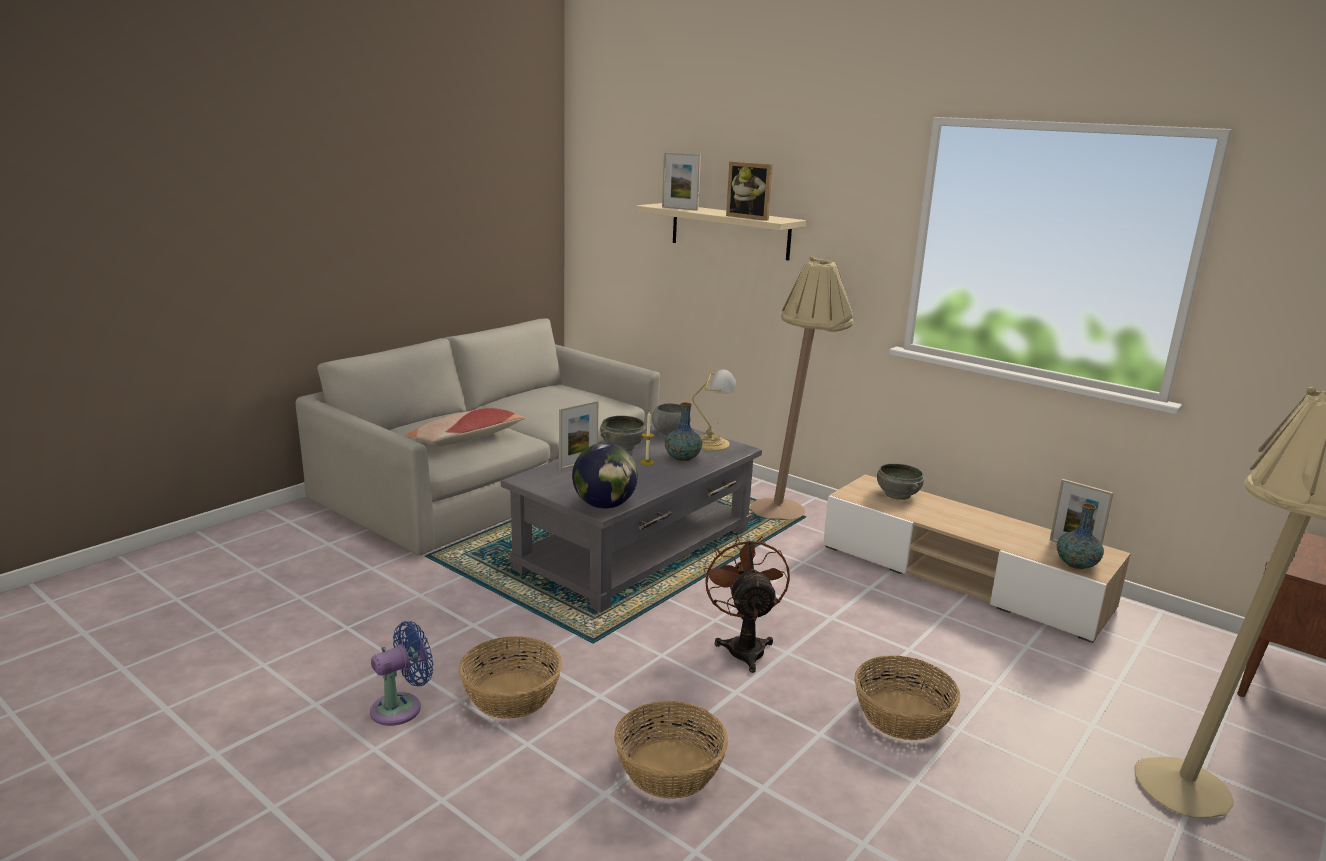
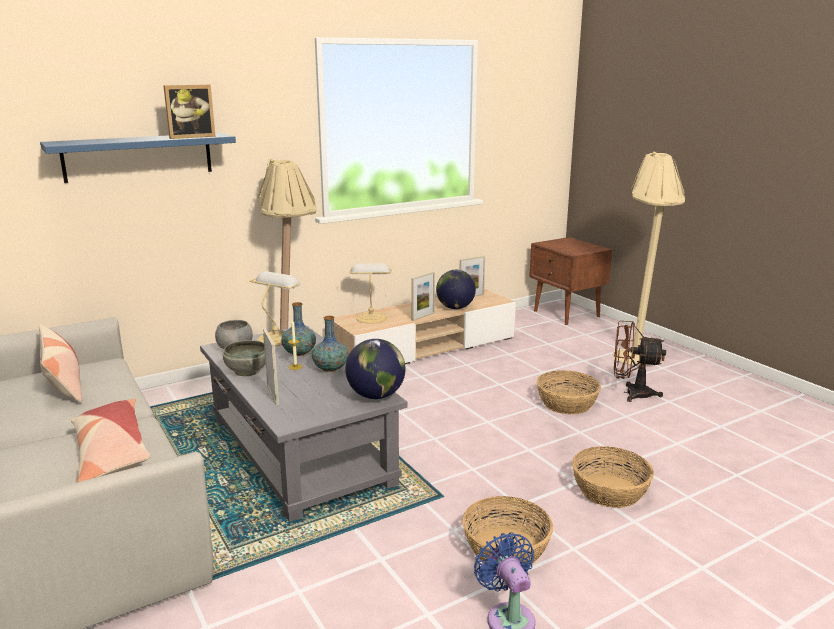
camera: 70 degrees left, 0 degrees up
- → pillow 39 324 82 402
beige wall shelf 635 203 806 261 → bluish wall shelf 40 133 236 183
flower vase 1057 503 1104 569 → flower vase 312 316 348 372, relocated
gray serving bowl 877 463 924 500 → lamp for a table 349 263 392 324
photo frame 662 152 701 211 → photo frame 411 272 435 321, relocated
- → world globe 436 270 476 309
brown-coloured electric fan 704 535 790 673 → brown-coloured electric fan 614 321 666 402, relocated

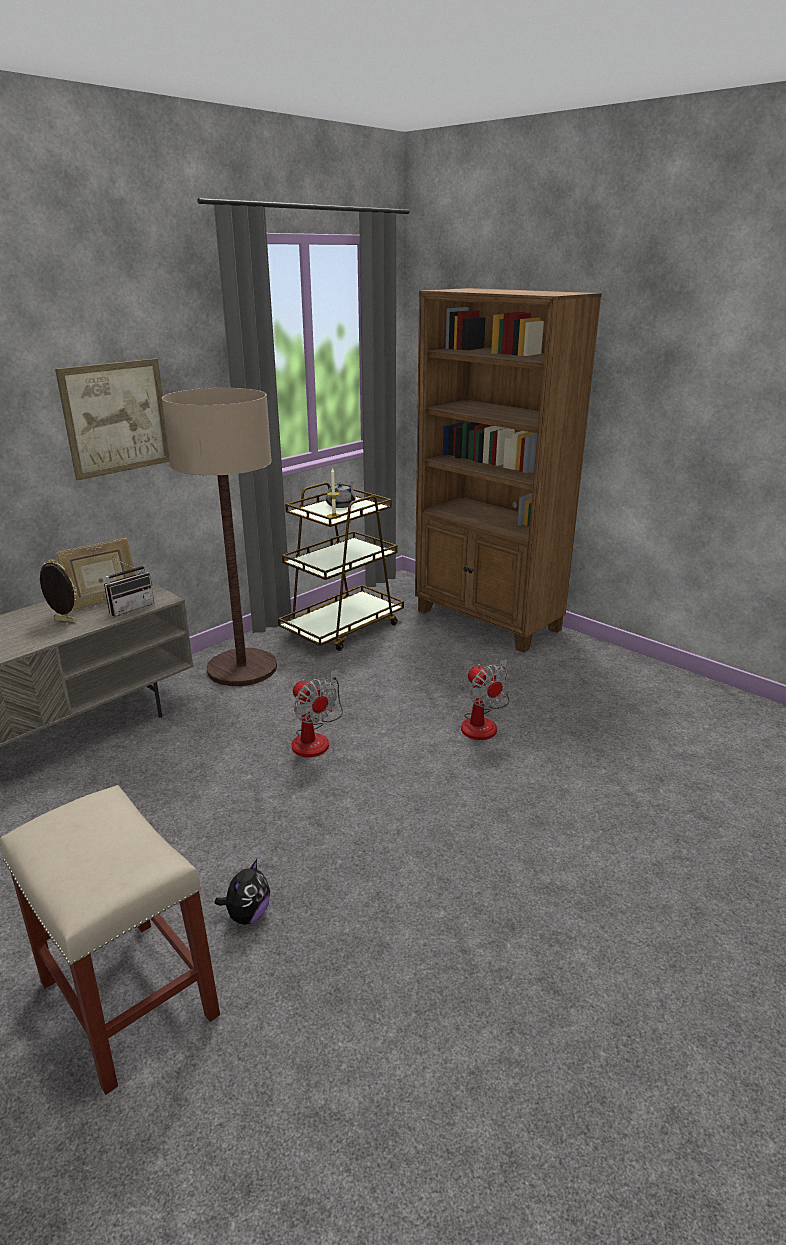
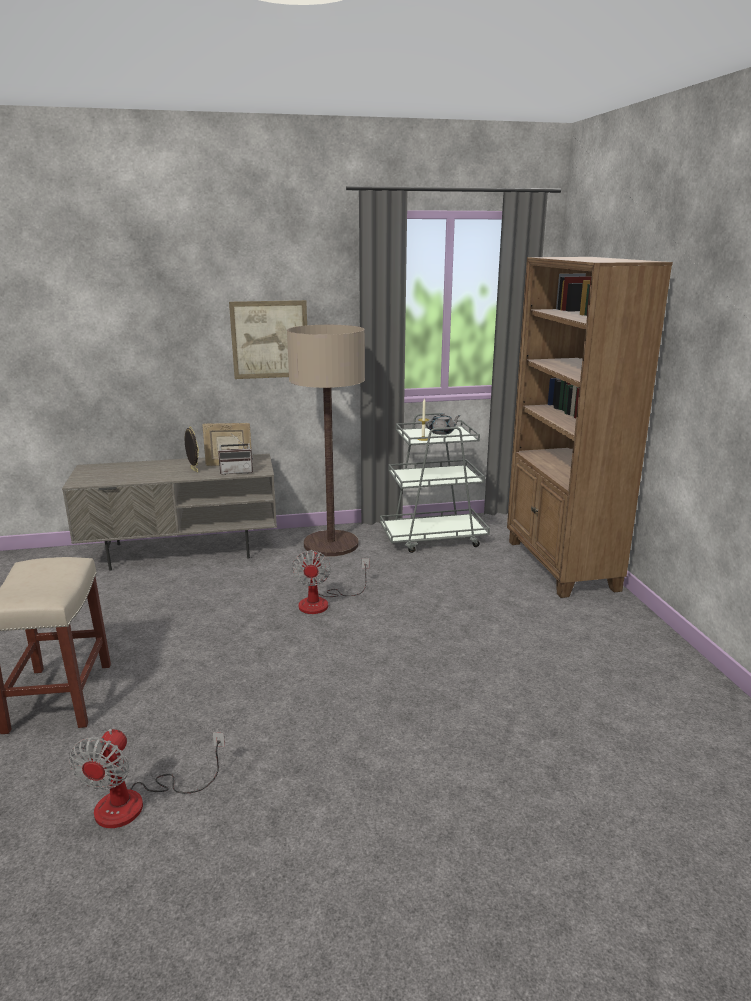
camera: 35 degrees right, 5 degrees down
electric fan 461 659 511 740 → electric fan 69 729 225 828, relocated
brown-coloured wheeled cart 278 482 404 651 → gray wheeled cart 380 413 490 553
soft toy 214 859 270 925 → -

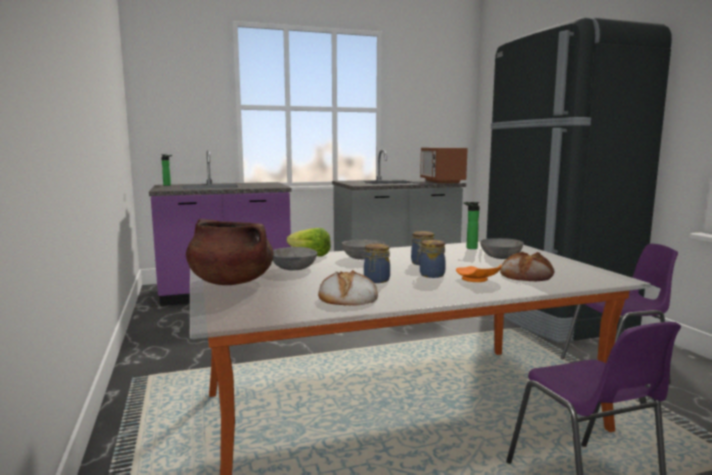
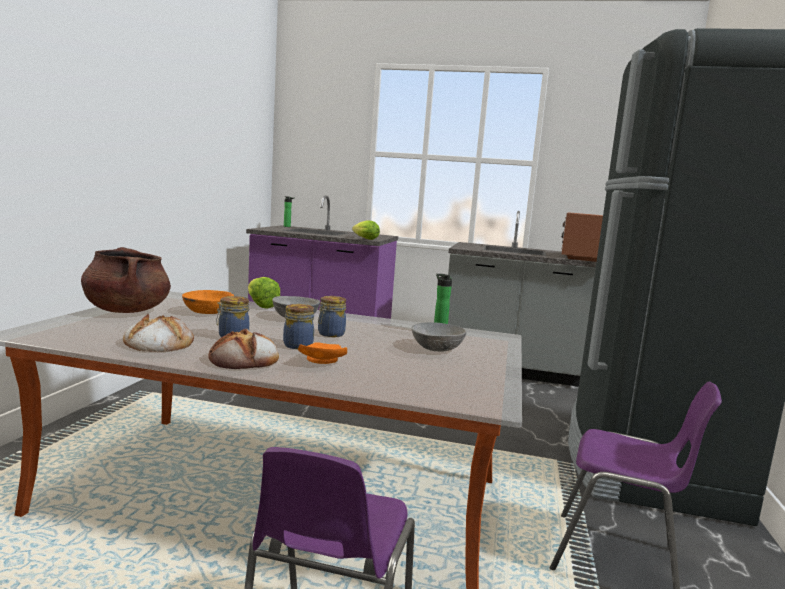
camera: 30 degrees right, 0 degrees up
gray serving bowl 272 247 318 270 → orange-coloured serving bowl 182 290 234 314
baked bread 500 252 554 281 → baked bread 208 328 279 369, relocated
- → lettuce head 352 220 380 240

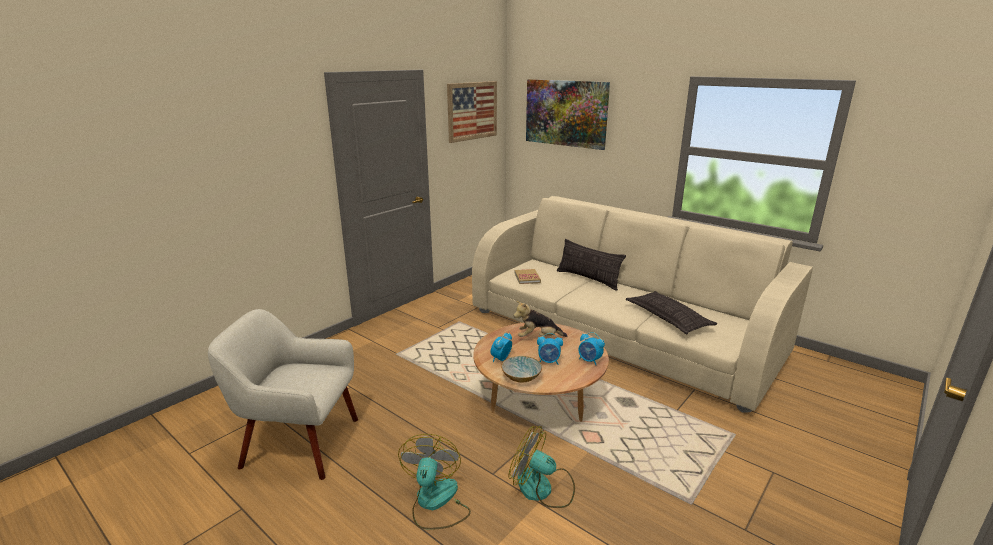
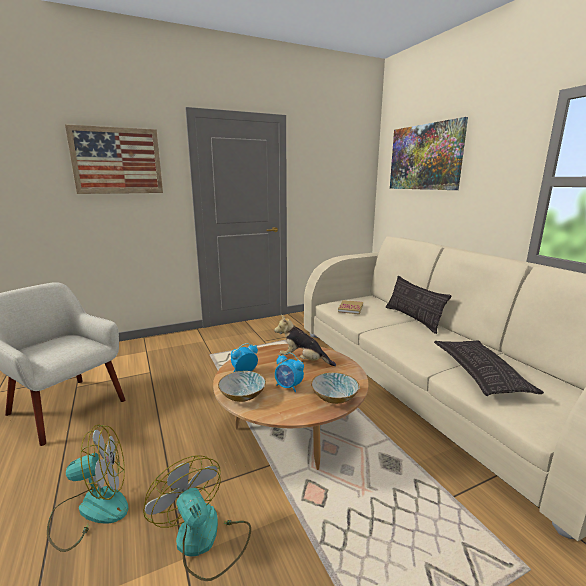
camera: 25 degrees right, 5 degrees down
electric fan 398 434 471 530 → electric fan 47 424 129 552, 45 degrees clockwise
wall art 447 81 497 143 → wall art 65 124 163 194, relocated
alarm clock 579 332 605 365 → serving bowl 311 372 360 404

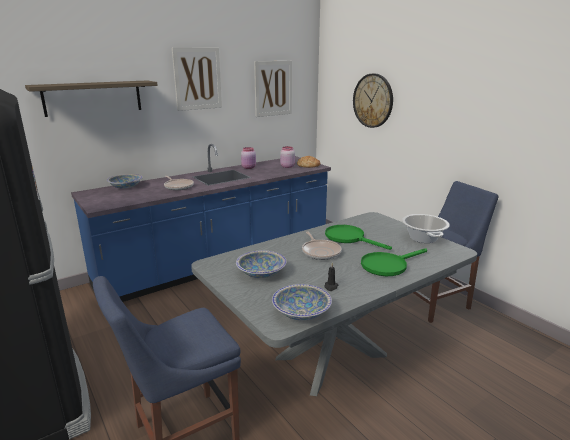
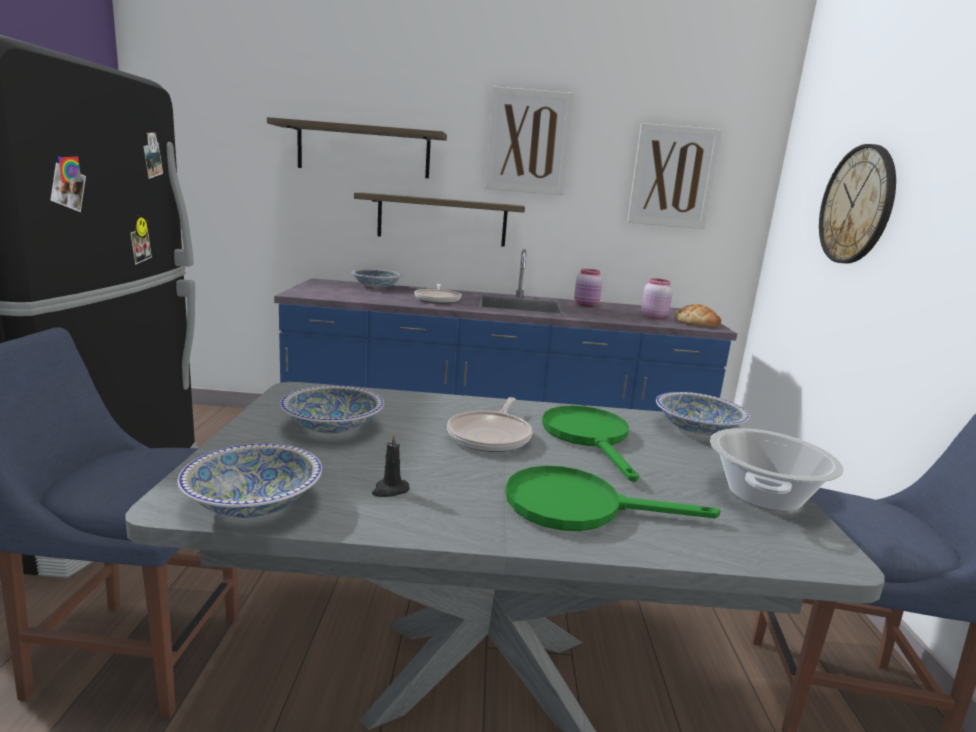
camera: 35 degrees right, 5 degrees down
- → wall shelf 354 193 525 247
- → serving bowl 656 392 750 435

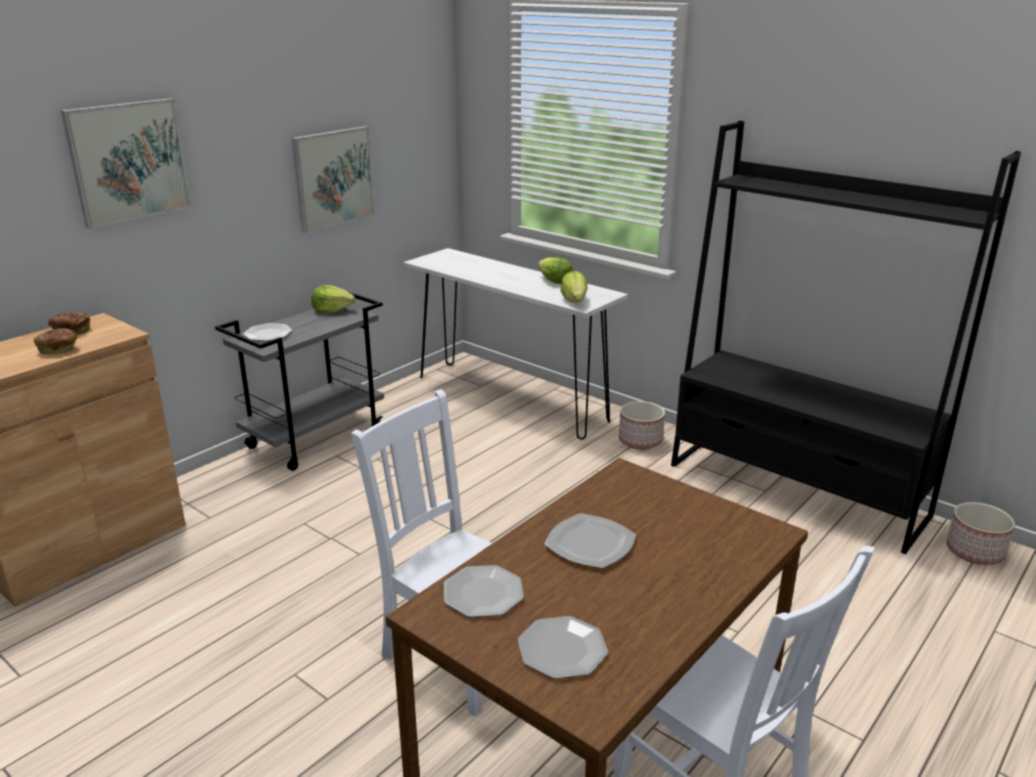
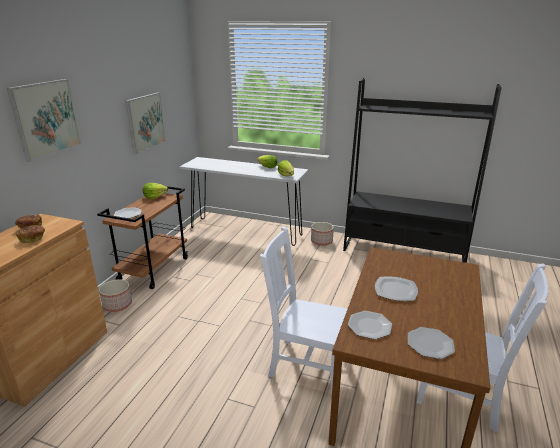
camera: 20 degrees left, 0 degrees up
gray wheeled cart 215 291 384 471 → brown-coloured wheeled cart 97 186 188 289
flower pot 946 502 1015 565 → flower pot 99 279 132 312, relocated

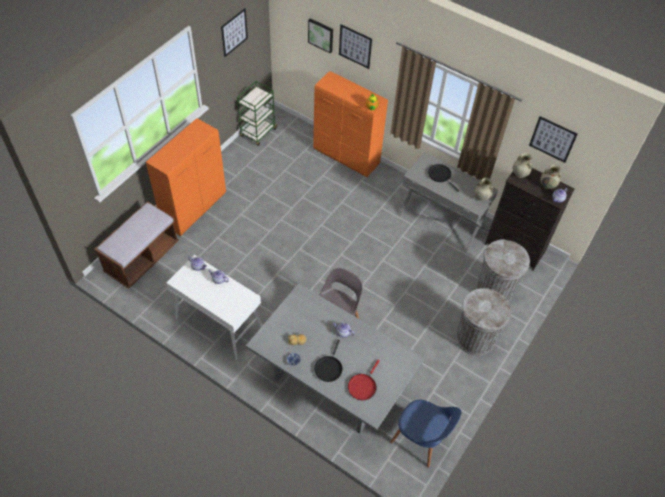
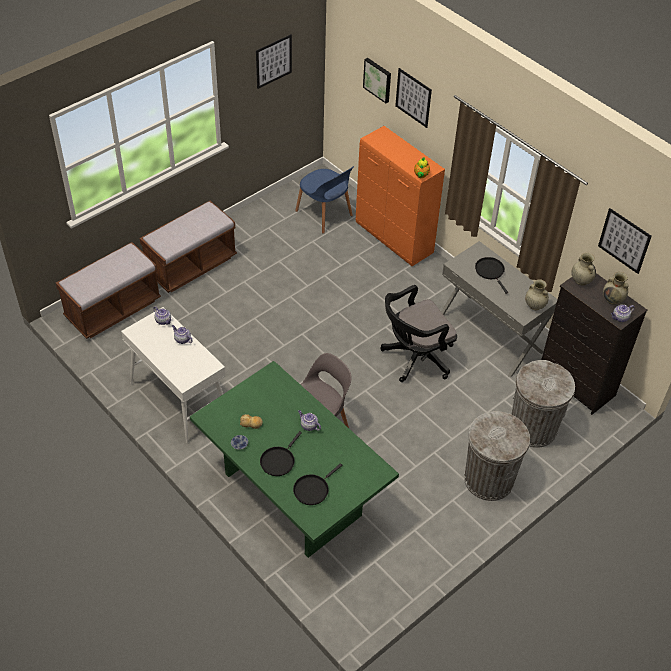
camera: 15 degrees right, 5 degrees down
orange-coloured cabinet 146 118 226 236 → brown-coloured long seat 140 201 237 293
gray dining table 246 283 424 434 → greenish dining table 190 361 399 558
red-coloured skillet 348 360 380 400 → blackish skillet 293 463 343 505
bluish upright chair 390 400 461 468 → bluish upright chair 295 166 354 233, relocated
- → blackish office chair 380 285 457 382
greenish wheeled cart 237 81 277 146 → -

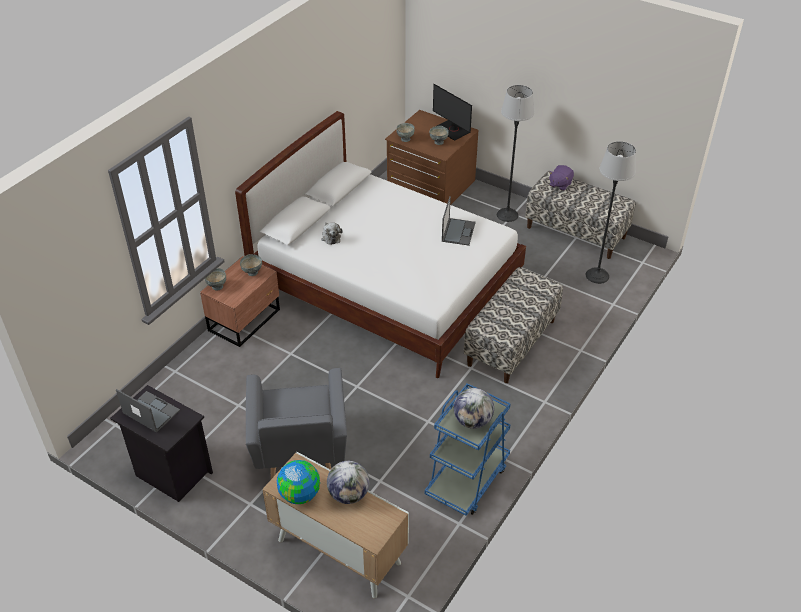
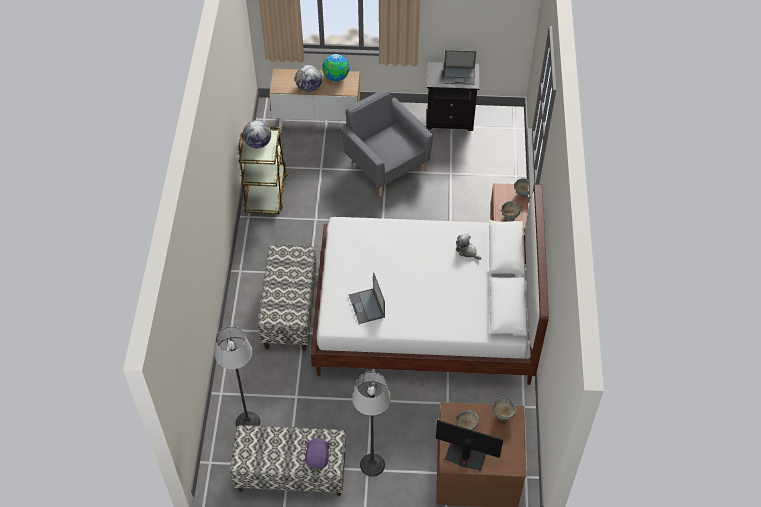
camera: 150 degrees right, 10 degrees up
bluish wheeled cart 425 383 511 516 → brown-coloured wheeled cart 238 127 287 214

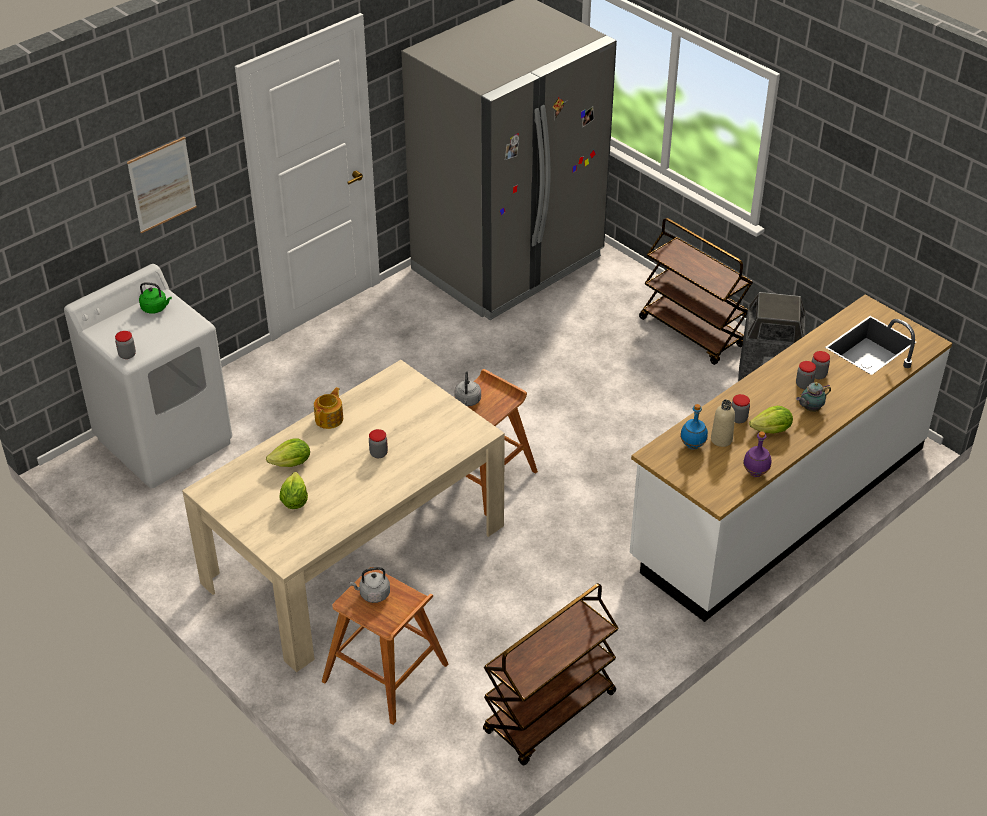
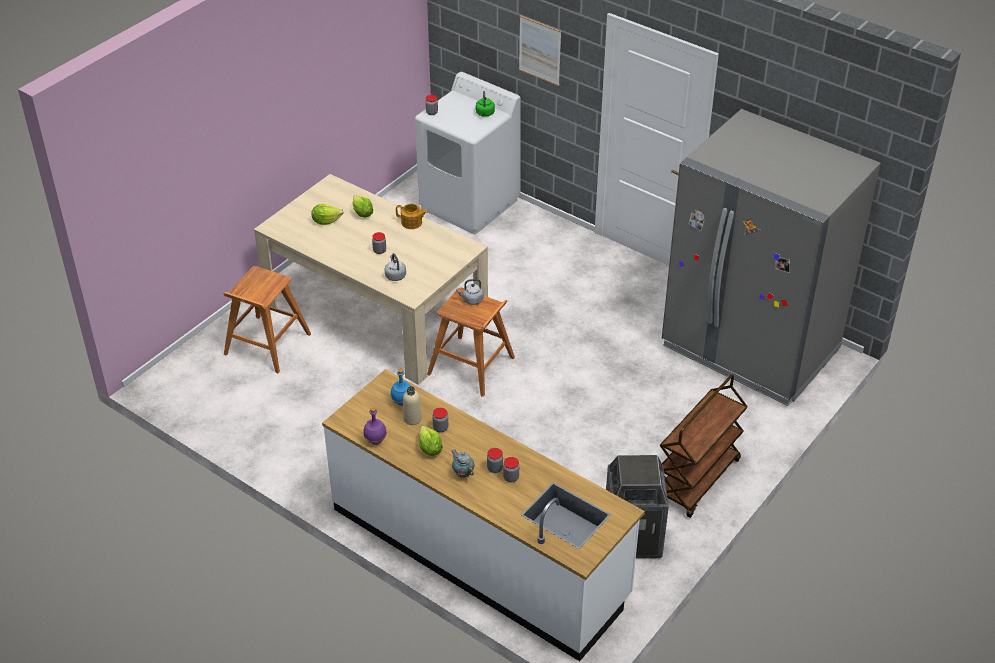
camera: 80 degrees right, 0 degrees up
gray kettle 350 567 390 603 → gray kettle 385 253 406 281, relocated
brown-coloured wheeled cart 483 583 619 766 → -

